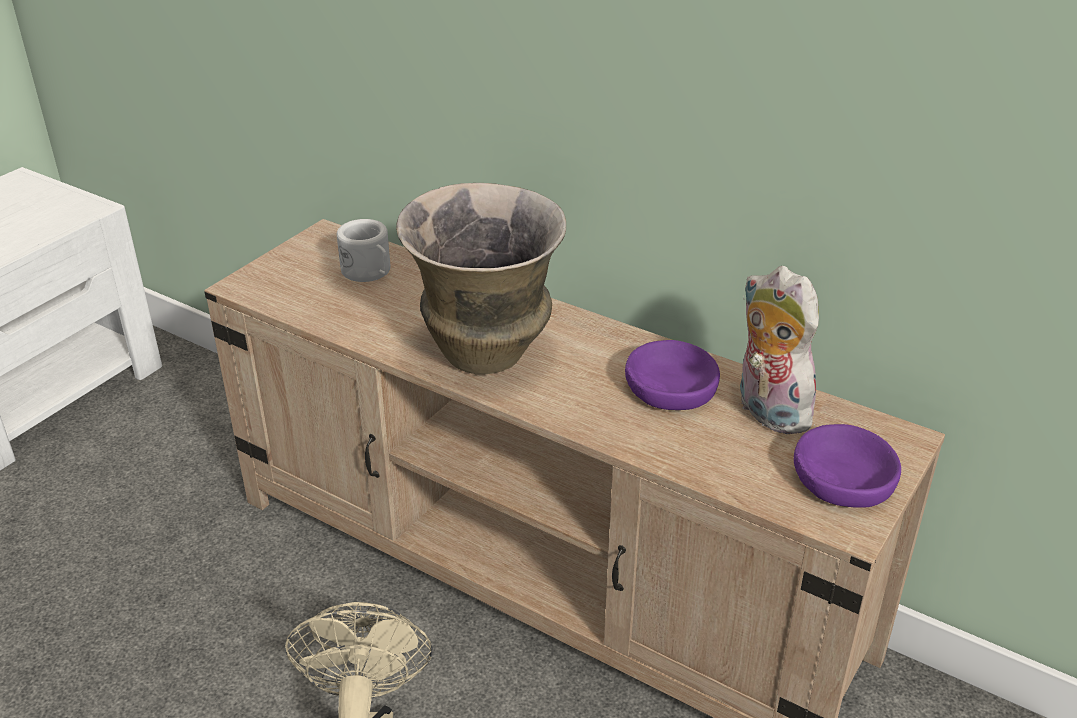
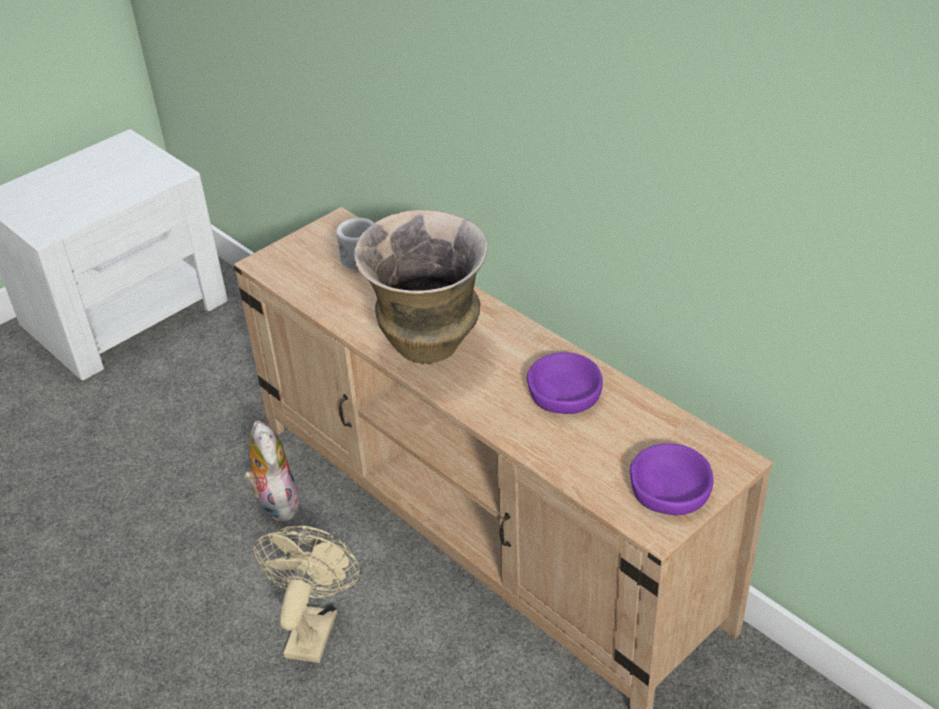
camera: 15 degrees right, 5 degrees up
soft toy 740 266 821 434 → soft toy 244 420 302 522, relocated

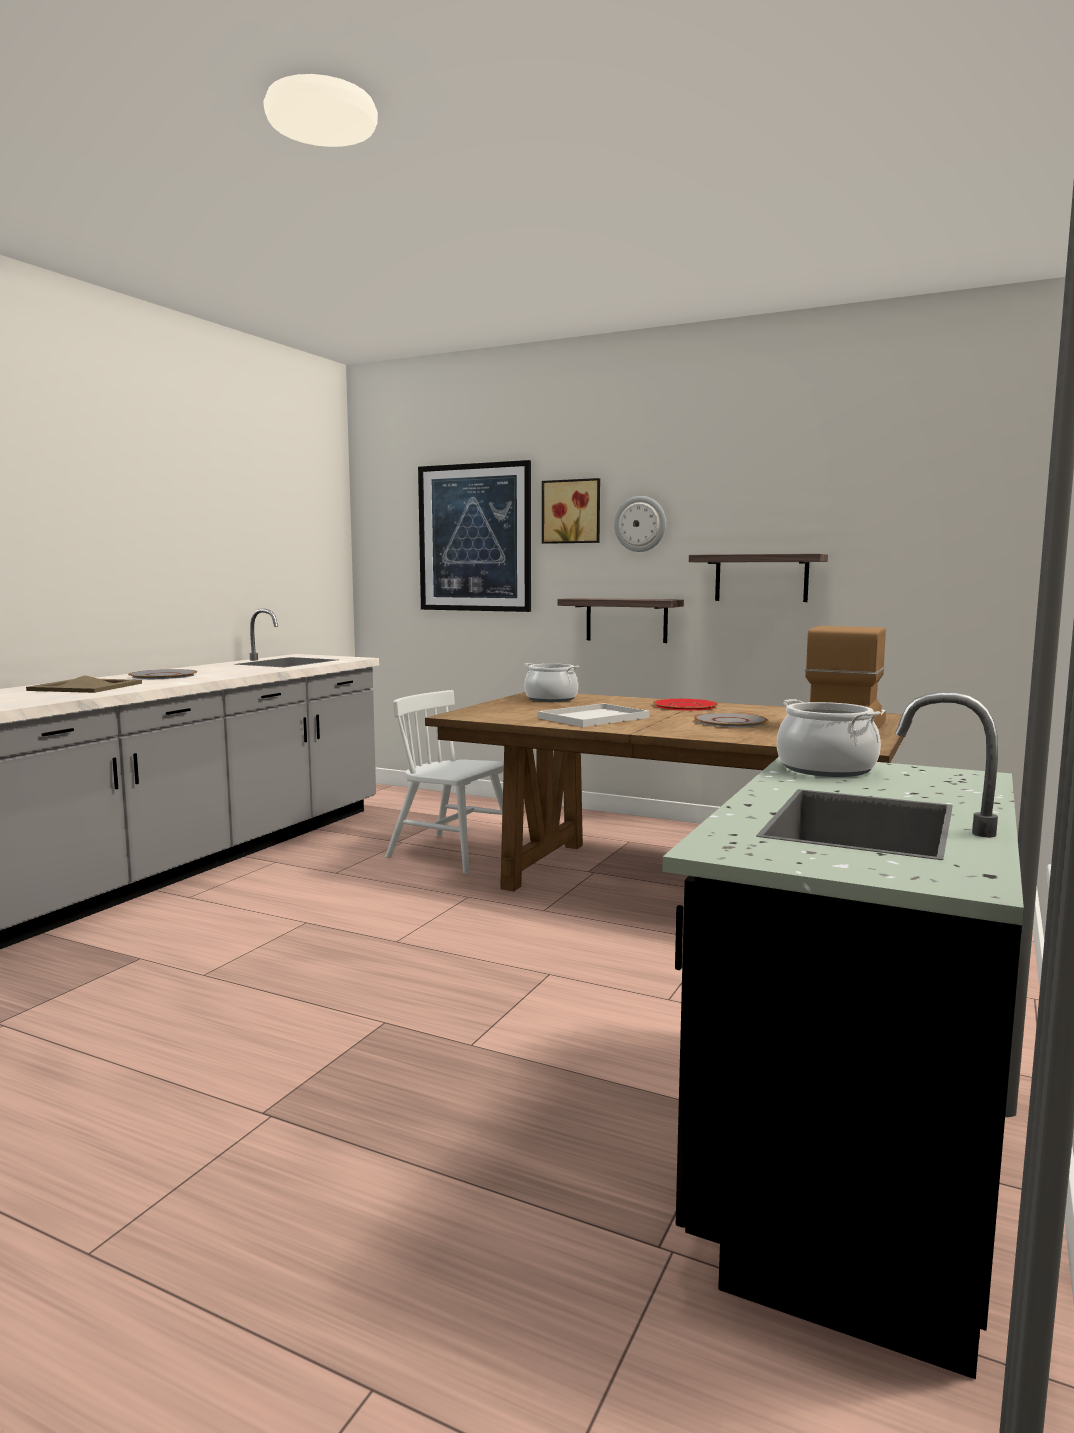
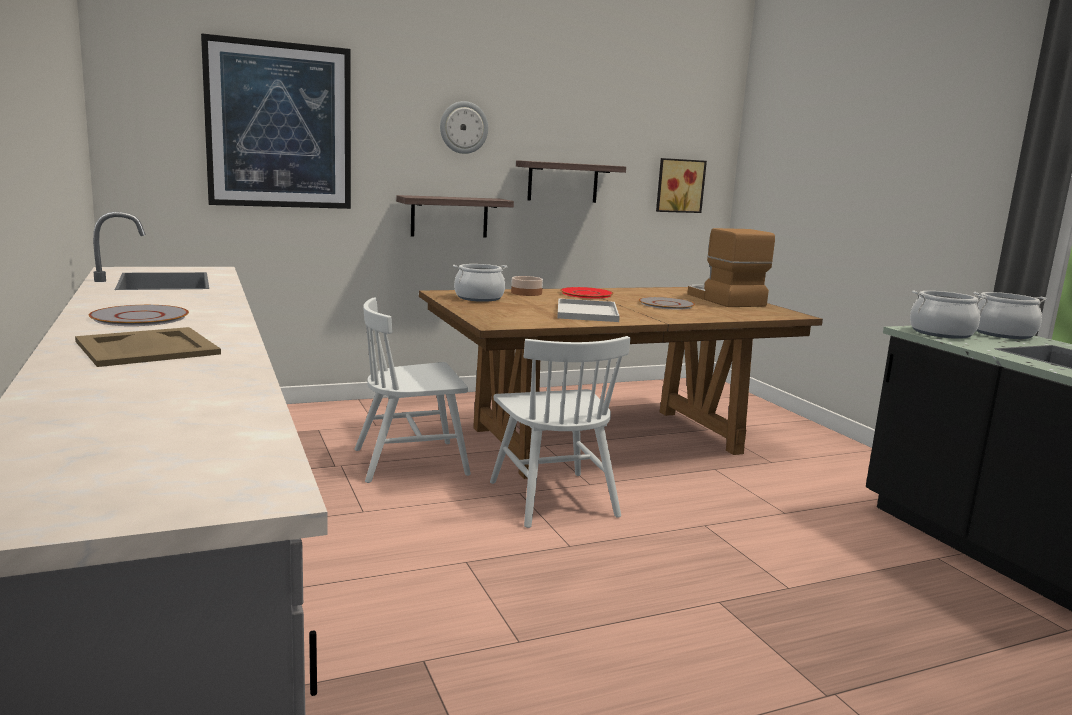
camera: 50 degrees left, 5 degrees up
- → white-coloured upright chair 490 336 630 528
- → serving bowl 511 276 543 296
wall art 542 478 600 544 → wall art 656 158 707 213, relocated
- → saucepot 974 292 1047 339

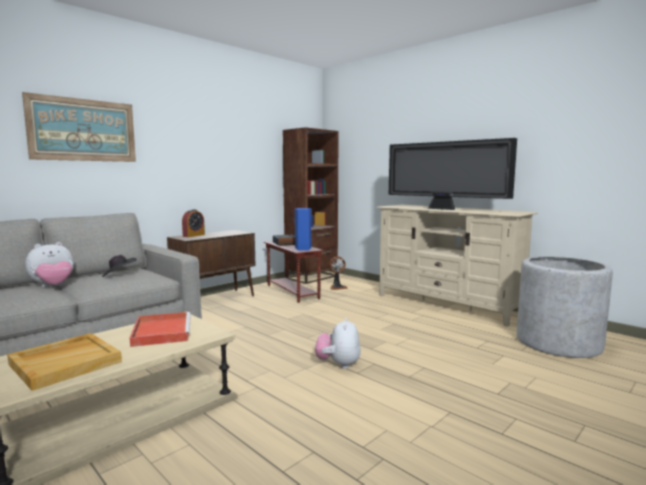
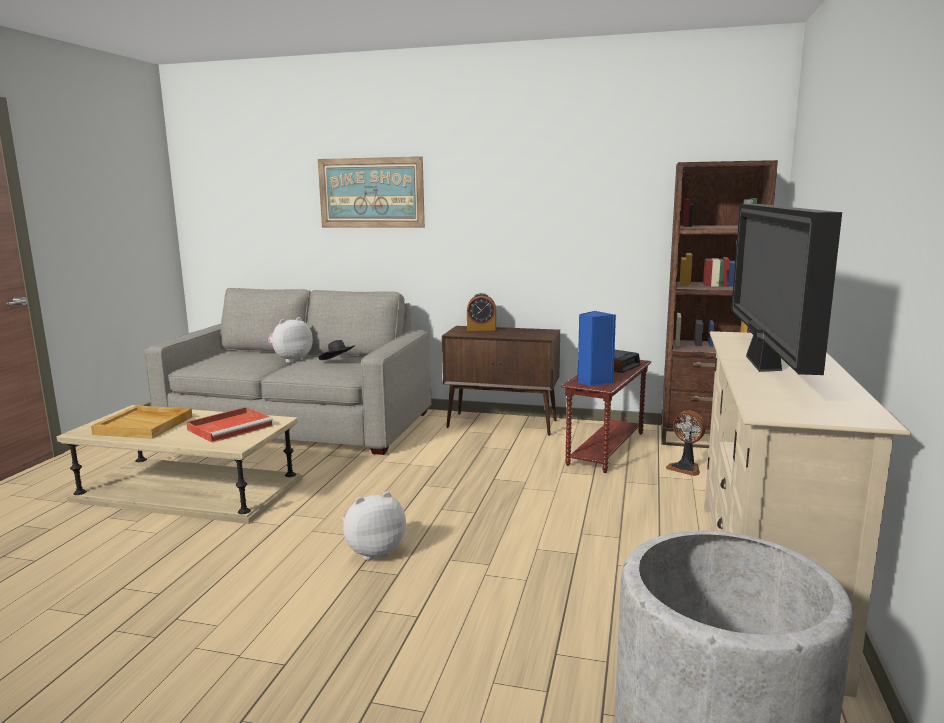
camera: 60 degrees right, 5 degrees up
soft toy 25 242 74 287 → soft toy 268 317 313 363, 120 degrees clockwise

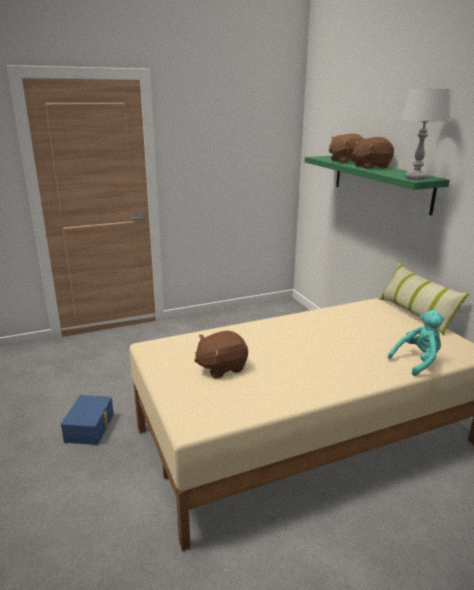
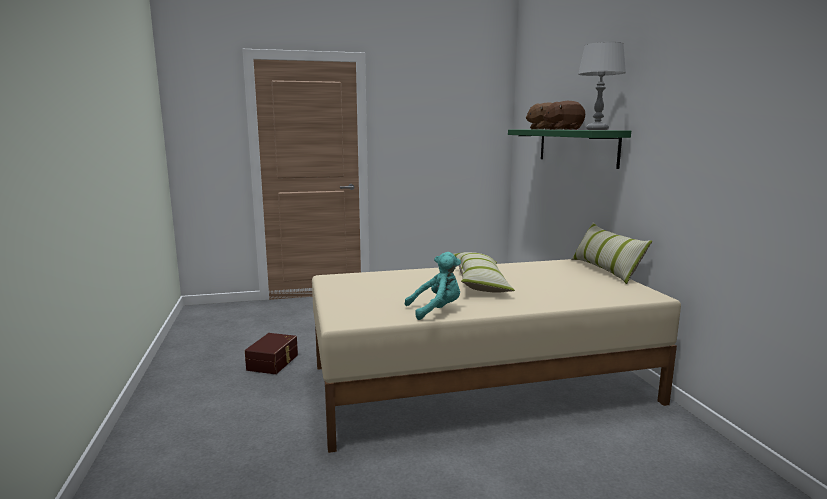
camera: 10 degrees right, 10 degrees down
bluish storage container 61 395 114 445 → brown-coloured storage container 245 333 298 374
turquoise-coloured soft toy 387 310 445 376 → turquoise-coloured soft toy 405 252 461 320, relocated
- → pillow 453 252 515 293
brown-coloured soft toy 194 331 248 379 → -

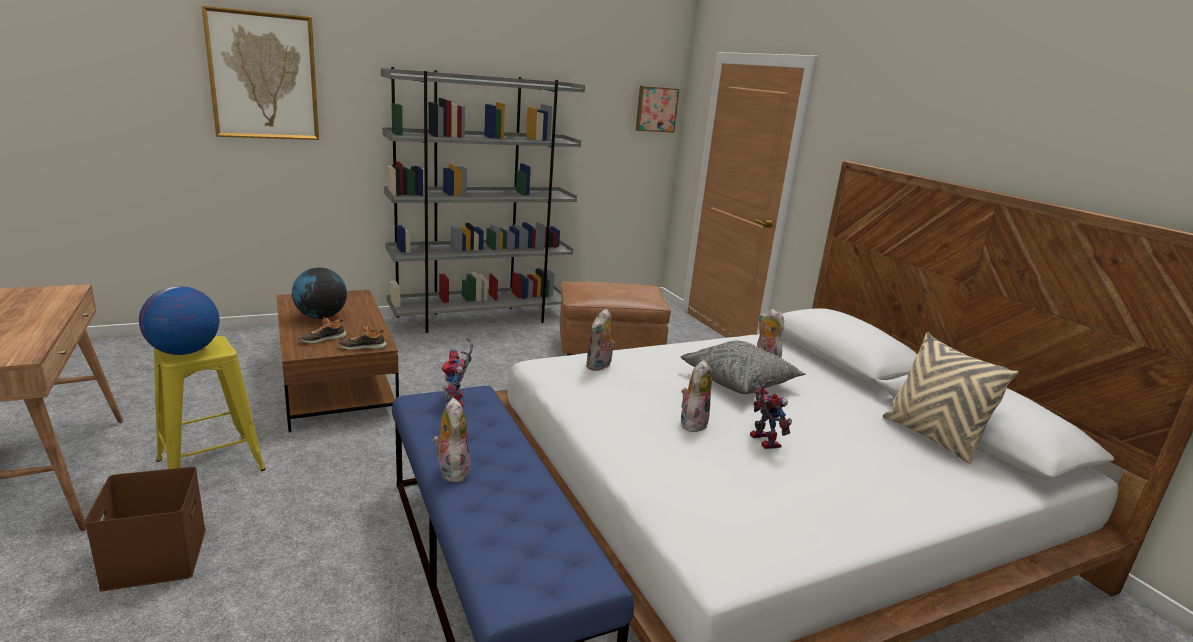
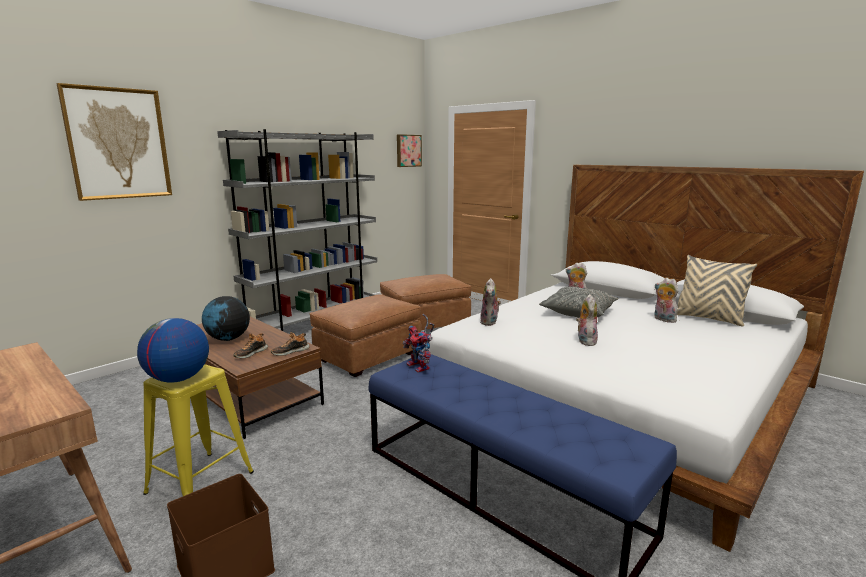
camera: 20 degrees left, 5 degrees down
- → brown-coloured ottoman 309 295 421 377
soft toy 433 398 471 483 → soft toy 654 278 679 323, relocated
robot figure 750 374 792 449 → -

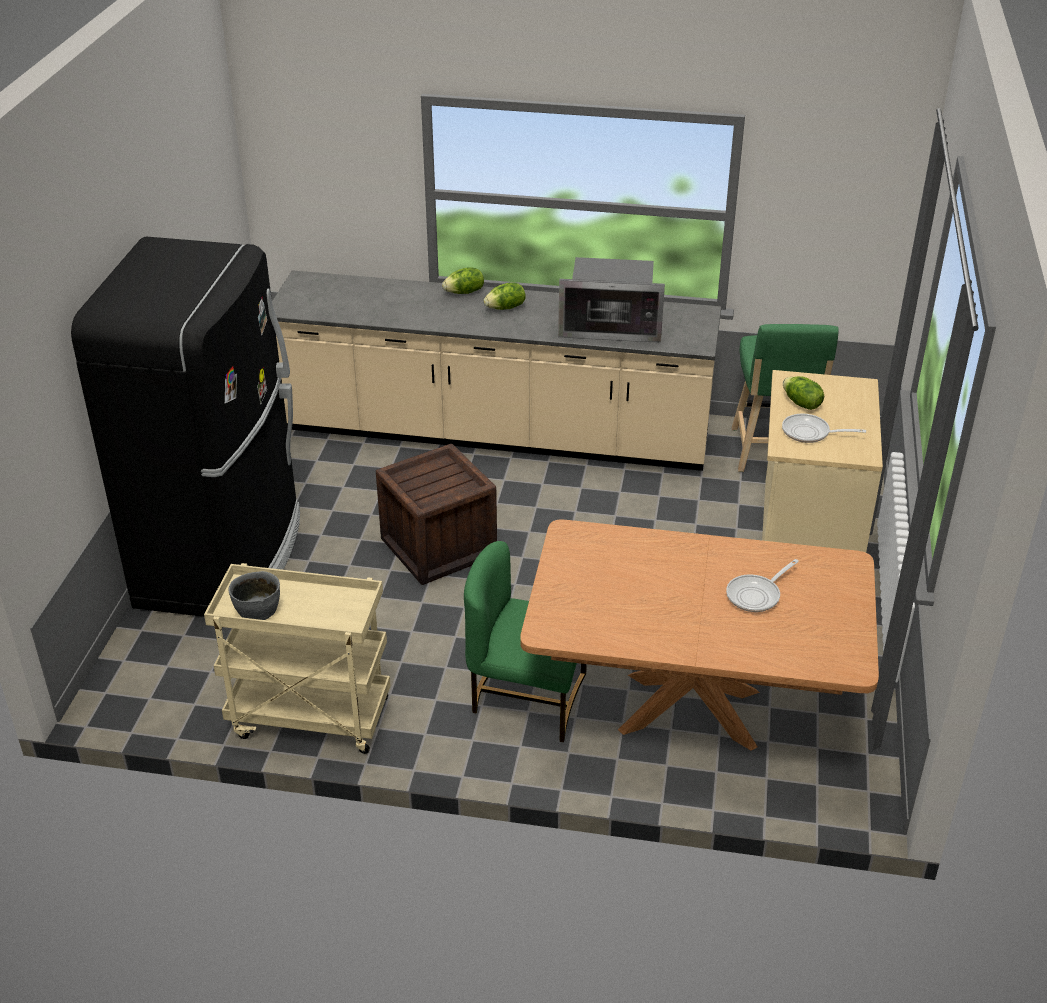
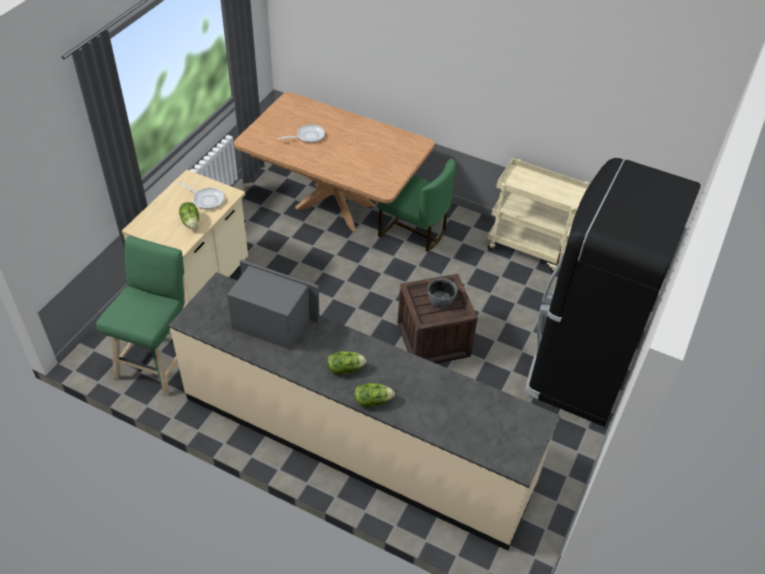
camera: 165 degrees left, 10 degrees up
gray serving bowl 228 571 280 620 → gray serving bowl 428 278 457 308, relocated

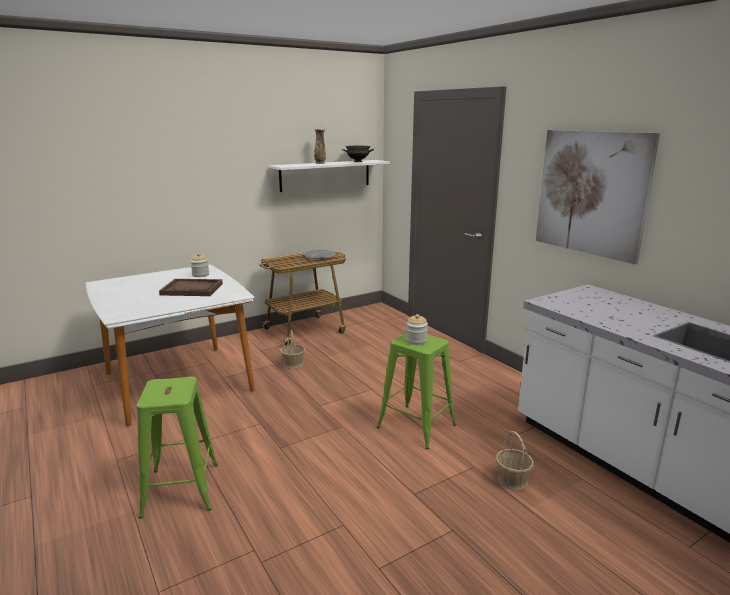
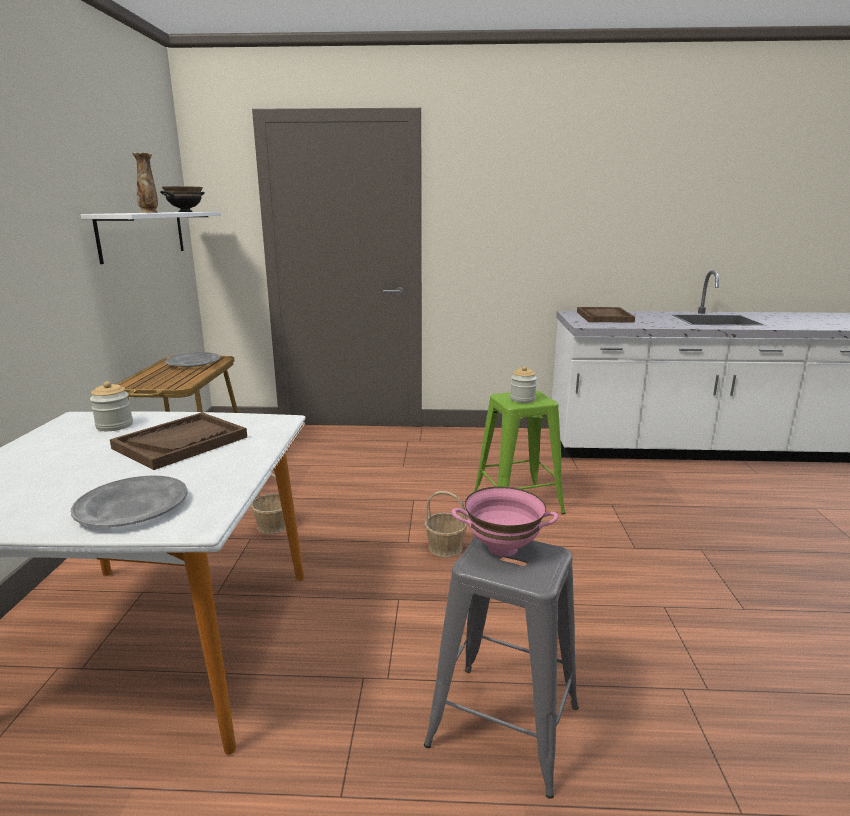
camera: 55 degrees left, 0 degrees up
- → gray flat dish 71 476 187 527
household basket 496 431 534 490 → household basket 424 491 467 557, relocated
greenish stool 136 376 218 519 → gray stool 424 536 579 799
- → pink-coloured serving bowl 452 486 558 557
- → brown-coloured serving tray 577 307 635 323
wall art 536 130 660 264 → -

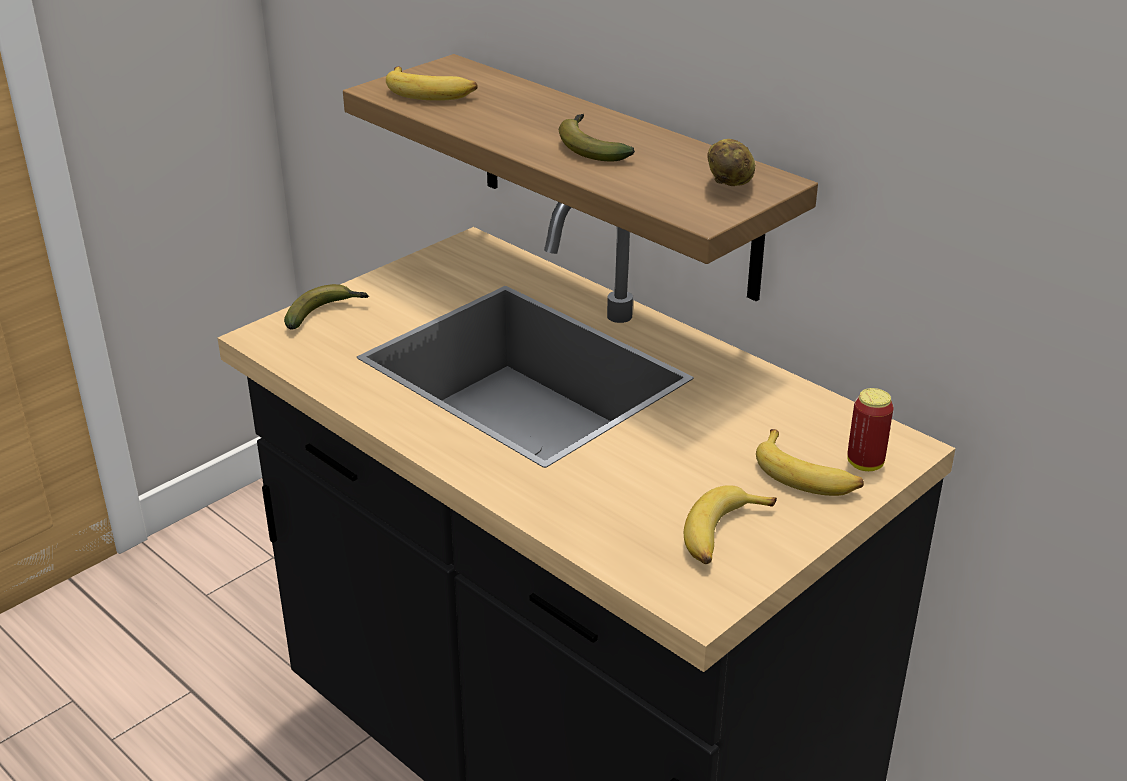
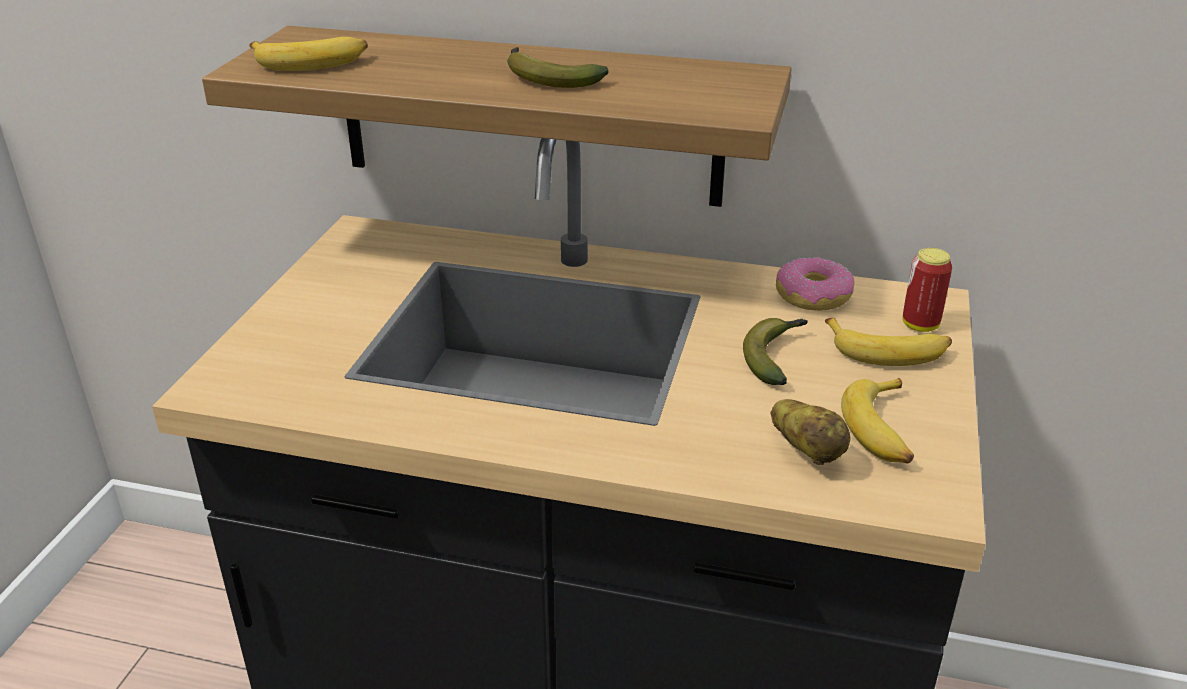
camera: 30 degrees left, 0 degrees up
whole banana 284 284 369 330 → whole banana 743 318 808 385, relocated
potato 707 139 755 186 → potato 770 399 851 465, relocated
- → doughnut 776 257 855 311

